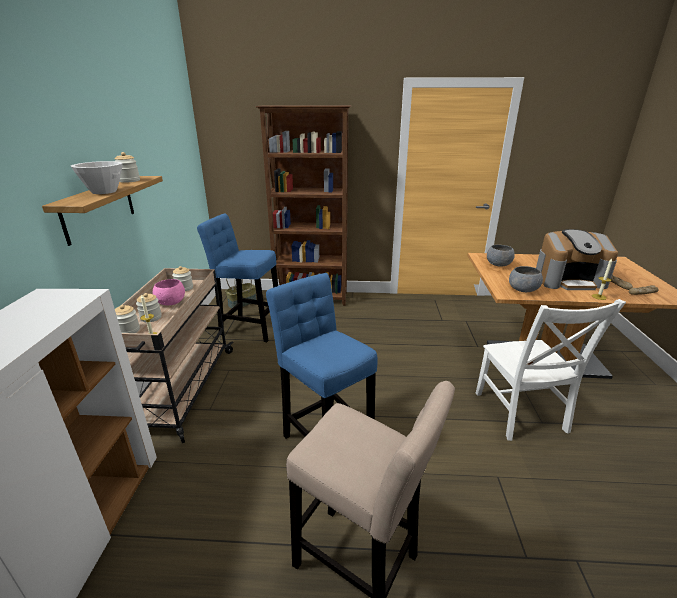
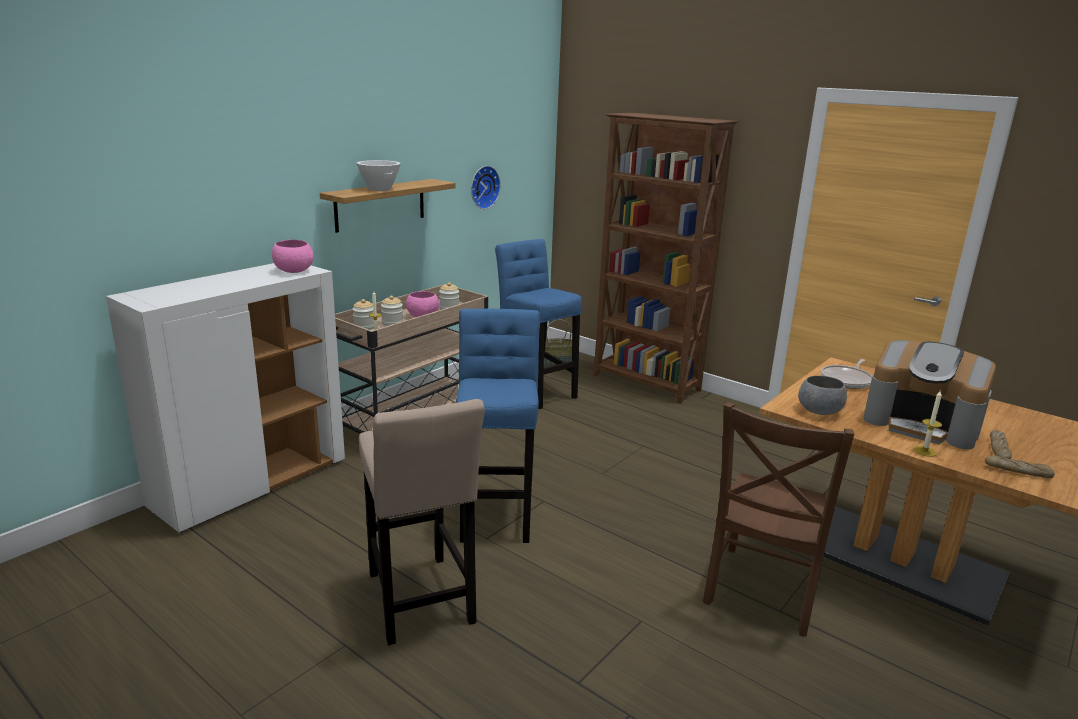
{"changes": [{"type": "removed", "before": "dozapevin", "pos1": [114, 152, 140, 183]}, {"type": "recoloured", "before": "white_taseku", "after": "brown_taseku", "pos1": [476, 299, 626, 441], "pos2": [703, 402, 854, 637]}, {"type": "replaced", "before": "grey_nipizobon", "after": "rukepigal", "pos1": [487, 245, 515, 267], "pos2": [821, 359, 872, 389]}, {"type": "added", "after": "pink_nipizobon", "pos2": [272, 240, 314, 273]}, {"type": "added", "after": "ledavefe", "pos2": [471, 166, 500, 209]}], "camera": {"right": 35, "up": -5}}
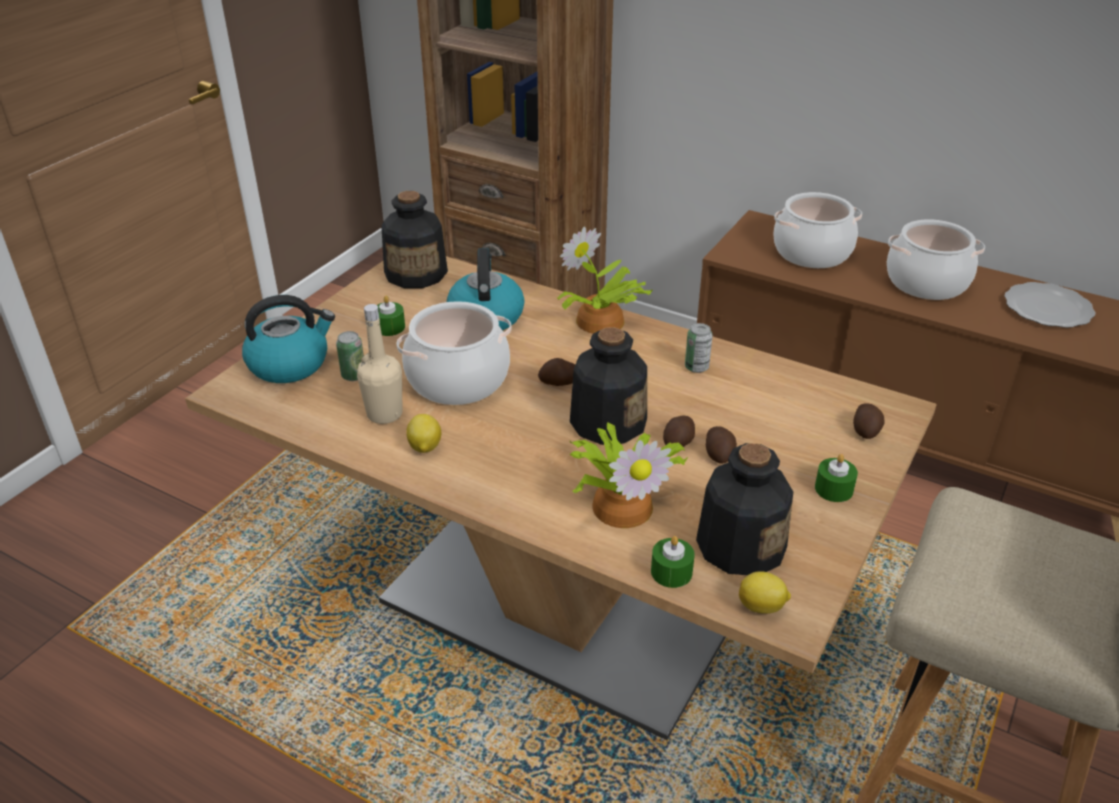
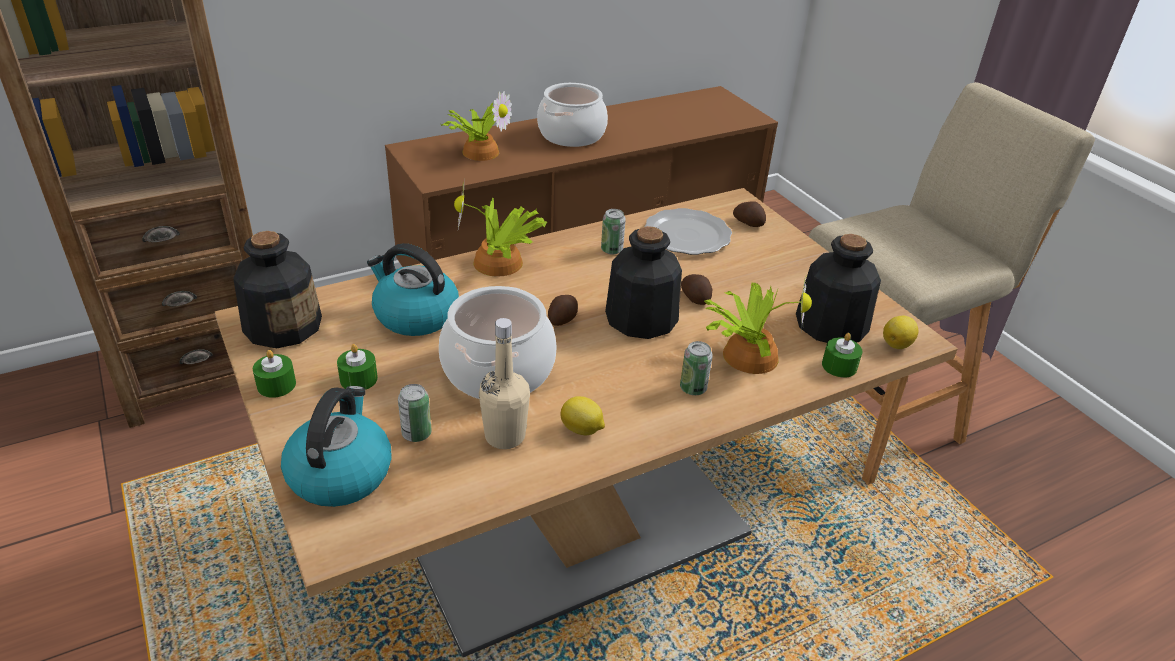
{"changes": [{"type": "removed", "before": "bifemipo", "pos1": [706, 426, 737, 464]}, {"type": "replaced", "before": "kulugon", "after": "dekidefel", "pos1": [773, 192, 862, 268], "pos2": [441, 91, 512, 161]}, {"type": "moved", "before": "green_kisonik", "pos1": [815, 454, 858, 502], "pos2": [253, 350, 296, 398]}, {"type": "moved", "before": "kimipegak", "pos1": [1004, 282, 1095, 328], "pos2": [644, 208, 732, 255]}, {"type": "added", "after": "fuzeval", "pos2": [680, 341, 713, 395]}], "camera": {"right": -60, "up": 0}}
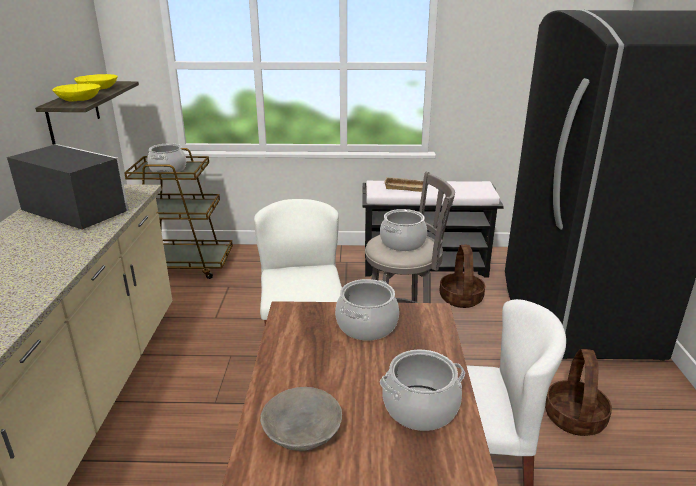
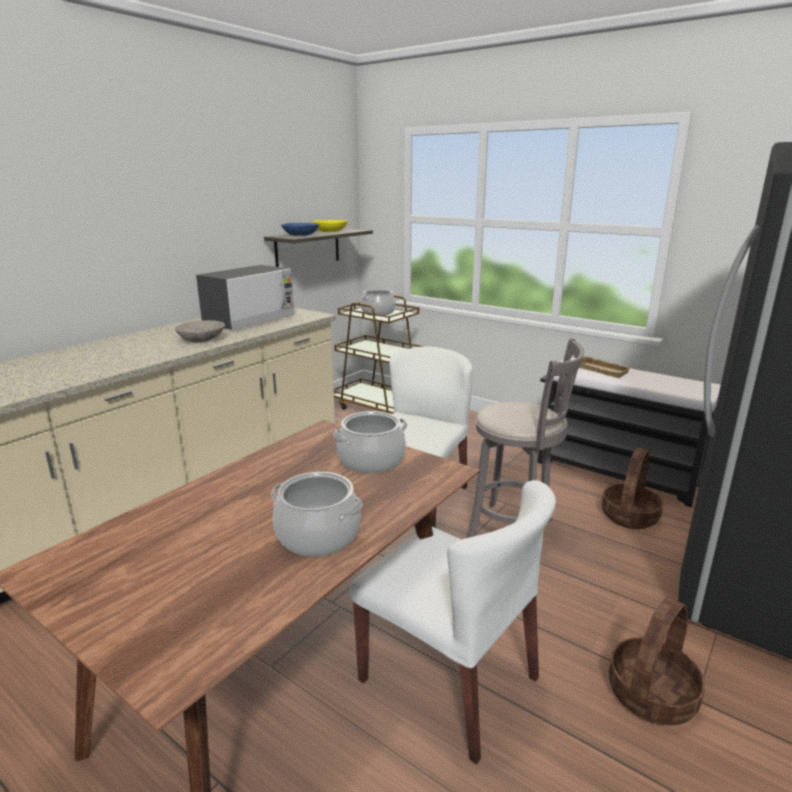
{"changes": [{"type": "turned", "before": "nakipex", "pos1": [7, 144, 129, 230], "pos2": [196, 265, 295, 330], "turn": 60}, {"type": "recoloured", "before": "yellow_nipizobon", "after": "blue_nipizobon", "pos1": [52, 84, 100, 101], "pos2": [281, 223, 319, 236]}, {"type": "moved", "before": "grey_nipizobon", "pos1": [260, 387, 342, 451], "pos2": [175, 320, 225, 343]}, {"type": "removed", "before": "kulugon", "pos1": [380, 209, 427, 251]}], "camera": {"right": 35, "up": -5}}
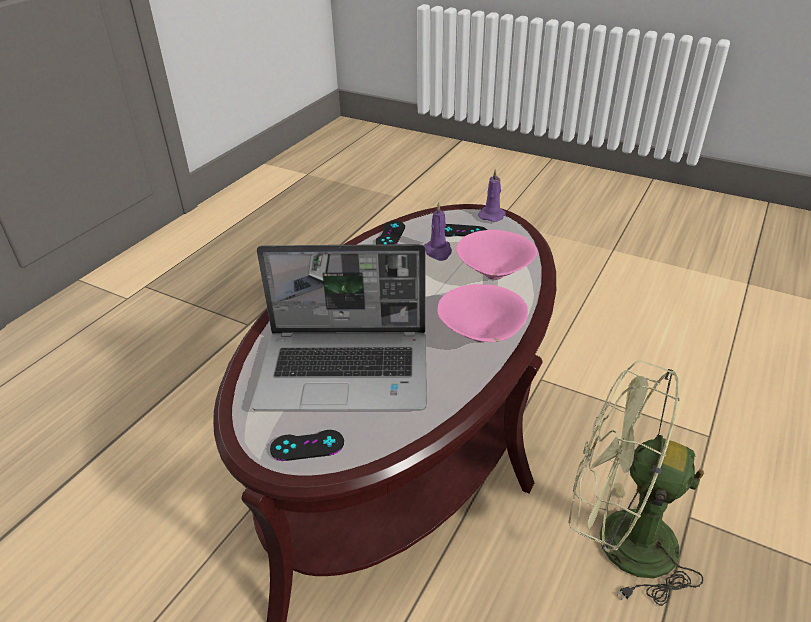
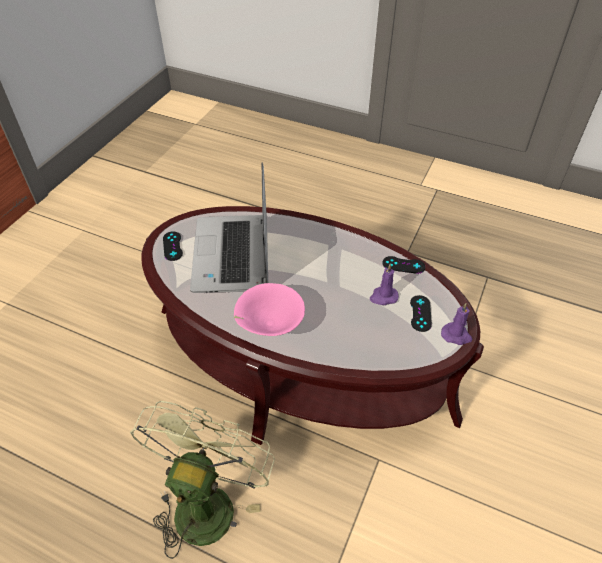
{"changes": [{"type": "removed", "before": "pink_nipizobon", "pos1": [456, 230, 537, 280]}], "camera": {"right": 85, "up": 10}}
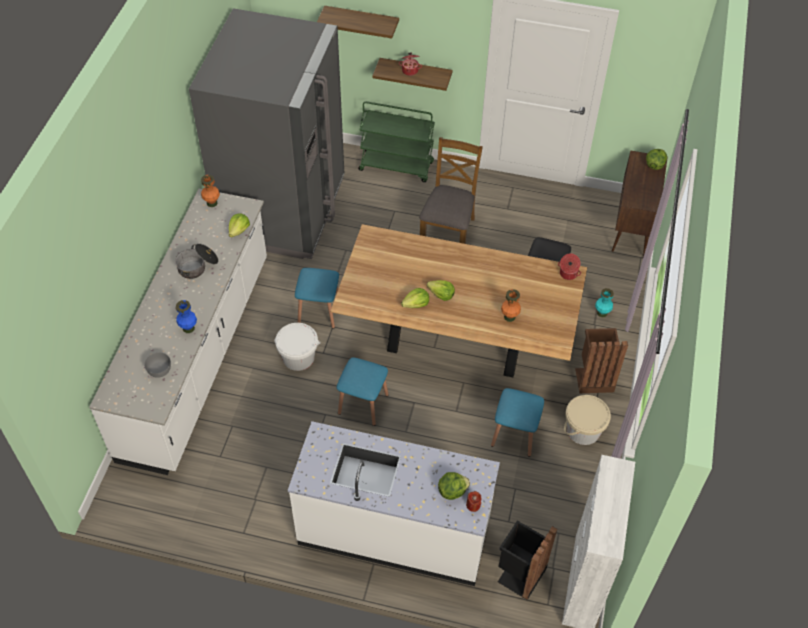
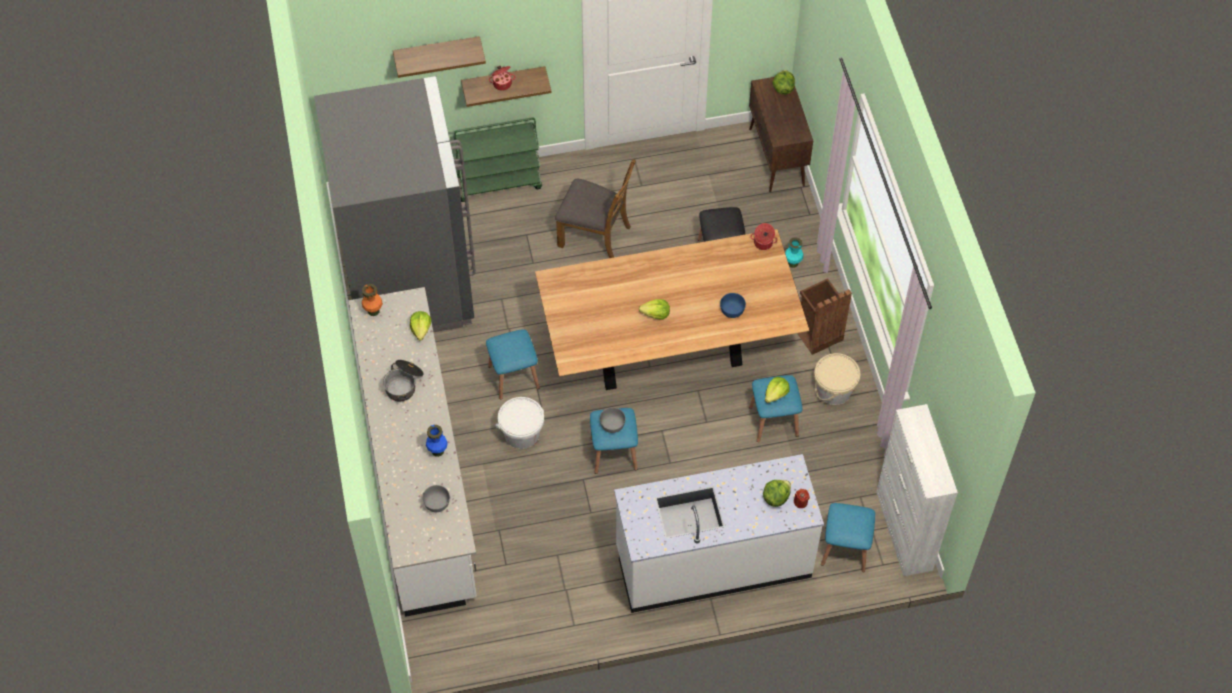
{"changes": [{"type": "moved", "before": "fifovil", "pos1": [401, 288, 429, 308], "pos2": [765, 377, 790, 403]}, {"type": "turned", "before": "brown_taseku", "pos1": [419, 137, 483, 244], "pos2": [555, 159, 636, 258], "turn": 120}, {"type": "replaced", "before": "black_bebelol", "after": "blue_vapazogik", "pos1": [498, 521, 557, 600], "pos2": [821, 503, 875, 572]}, {"type": "replaced", "before": "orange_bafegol", "after": "blue_nipizobon", "pos1": [501, 289, 521, 322], "pos2": [720, 293, 746, 318]}, {"type": "added", "after": "grey_nipizobon", "pos2": [600, 407, 625, 433]}], "camera": {"right": -25, "up": 5}}
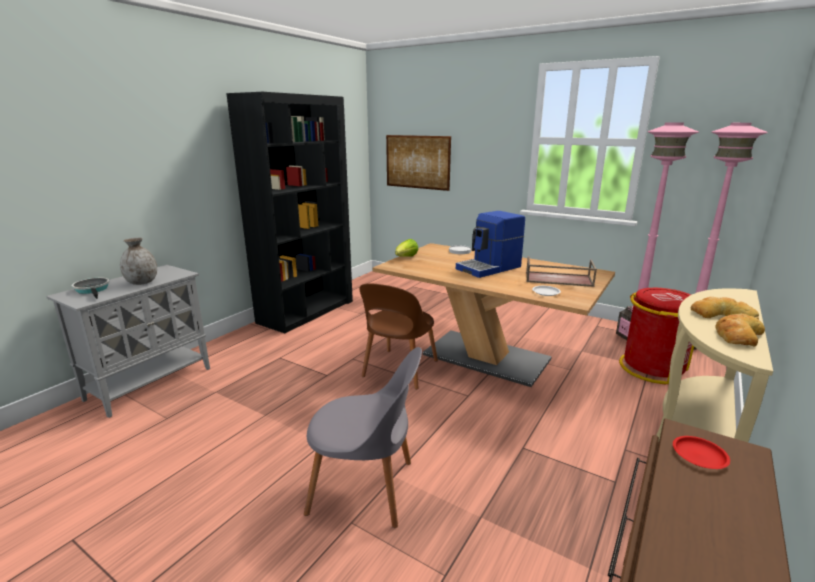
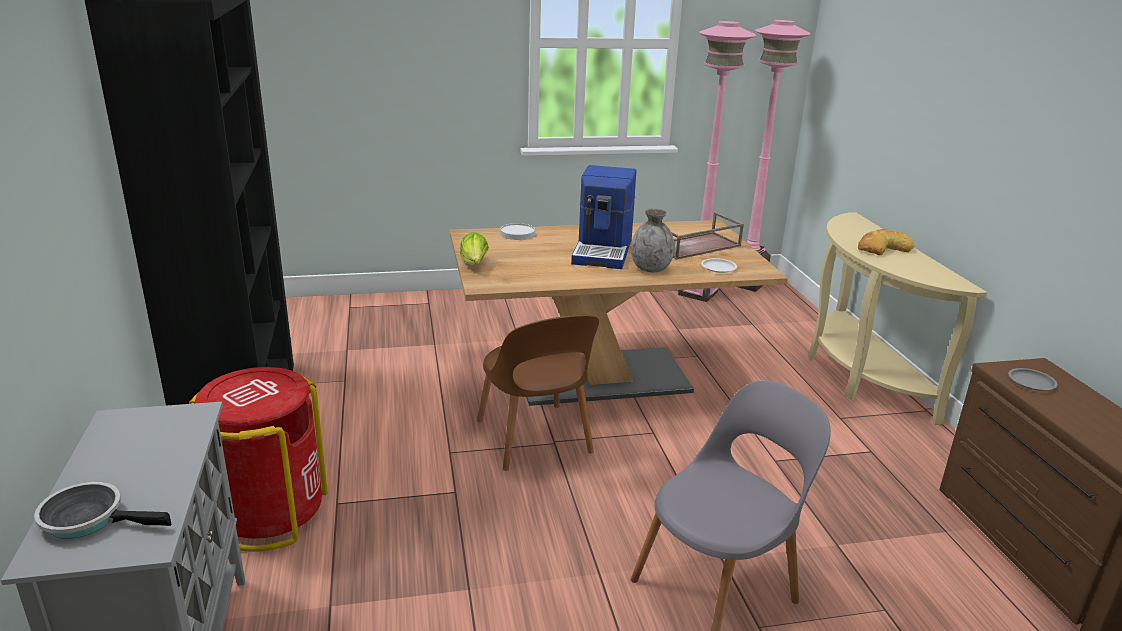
{"changes": [{"type": "moved", "before": "grey_bafegol", "pos1": [120, 238, 157, 285], "pos2": [631, 208, 675, 272]}, {"type": "removed", "before": "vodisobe", "pos1": [386, 135, 451, 191]}, {"type": "moved", "before": "red_bebelol", "pos1": [619, 288, 694, 384], "pos2": [188, 367, 328, 552]}, {"type": "recoloured", "before": "red_kimipegak", "after": "grey_kimipegak", "pos1": [673, 436, 730, 469], "pos2": [1008, 368, 1058, 391]}, {"type": "removed", "before": "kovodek", "pos1": [715, 314, 765, 347]}], "camera": {"right": -45, "up": 5}}
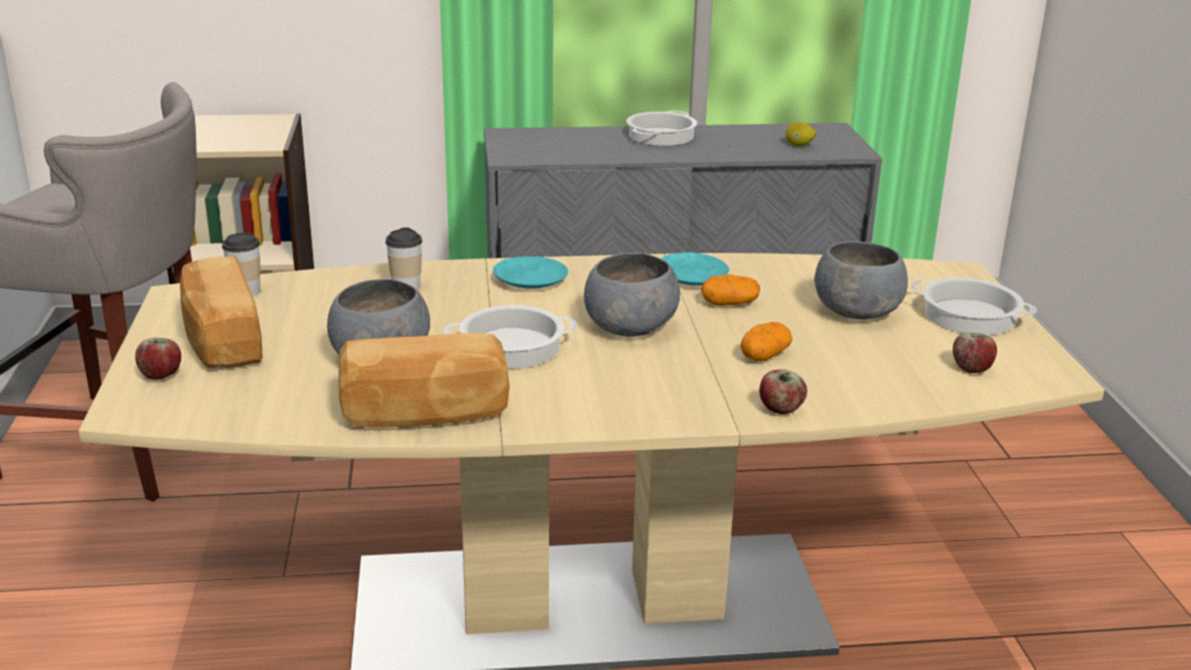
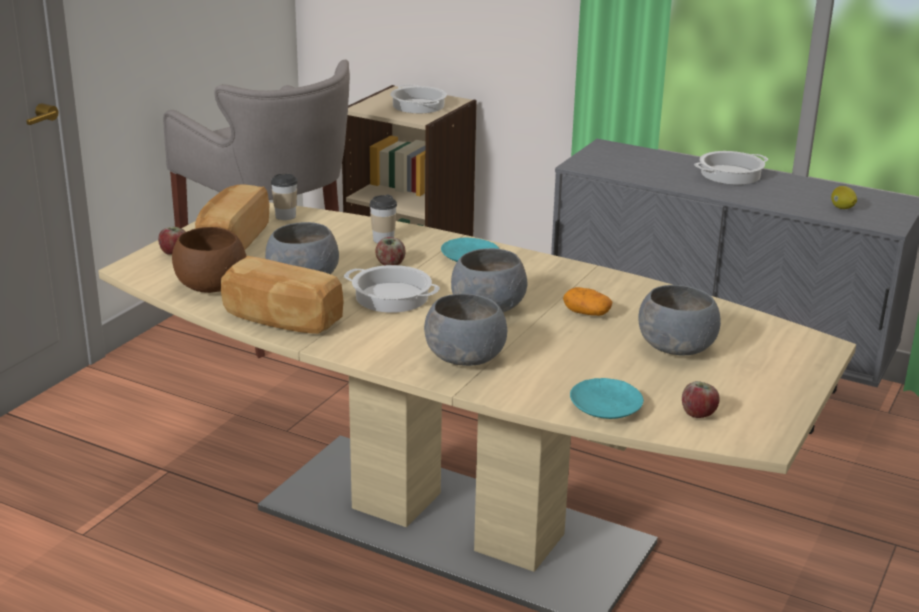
{"changes": [{"type": "moved", "before": "turquoise_kimipegak", "pos1": [661, 252, 729, 285], "pos2": [570, 378, 644, 419]}, {"type": "removed", "before": "bifemipo", "pos1": [741, 322, 792, 362]}, {"type": "moved", "before": "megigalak", "pos1": [759, 369, 807, 414], "pos2": [375, 237, 406, 266]}, {"type": "moved", "before": "kulugon", "pos1": [910, 278, 1037, 335], "pos2": [390, 84, 447, 113]}, {"type": "added", "after": "brown_nipizobon", "pos2": [172, 227, 246, 293]}, {"type": "added", "after": "grey_nipizobon", "pos2": [424, 293, 507, 366]}], "camera": {"right": 35, "up": 0}}
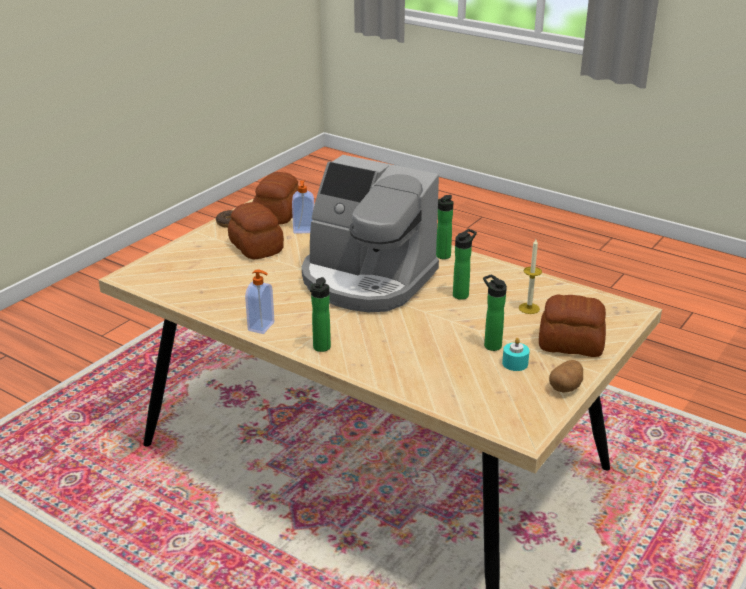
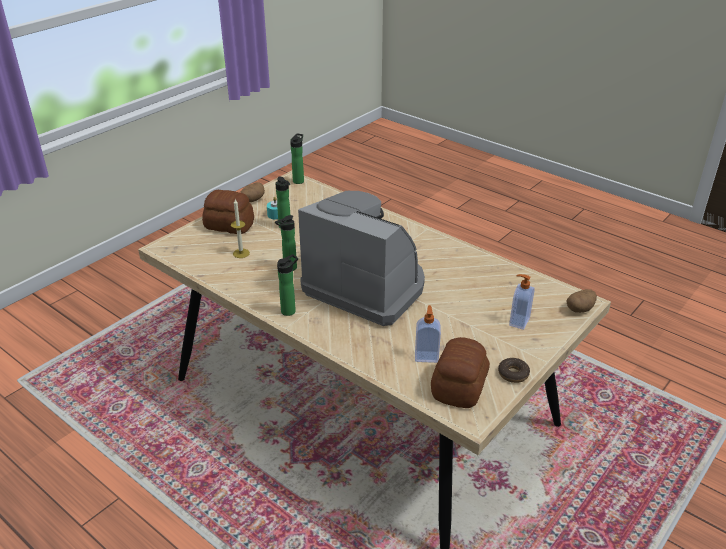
{"changes": [{"type": "removed", "before": "kovodek", "pos1": [228, 202, 284, 260]}, {"type": "moved", "before": "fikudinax", "pos1": [245, 269, 274, 334], "pos2": [509, 274, 535, 330]}, {"type": "moved", "before": "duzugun", "pos1": [310, 277, 331, 352], "pos2": [290, 134, 304, 184]}, {"type": "added", "after": "bifemipo", "pos2": [567, 289, 597, 313]}], "camera": {"right": -175, "up": 5}}
